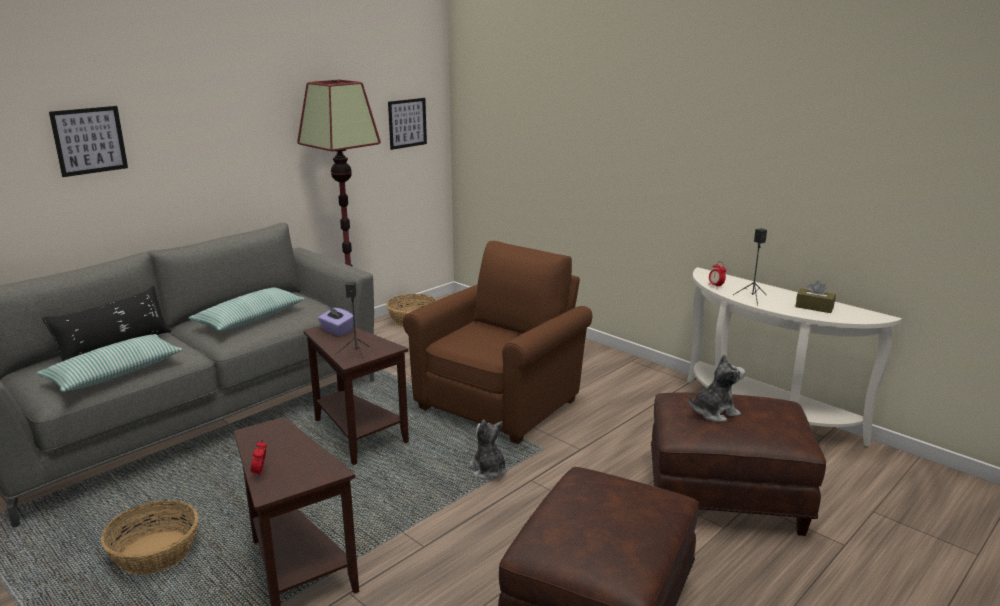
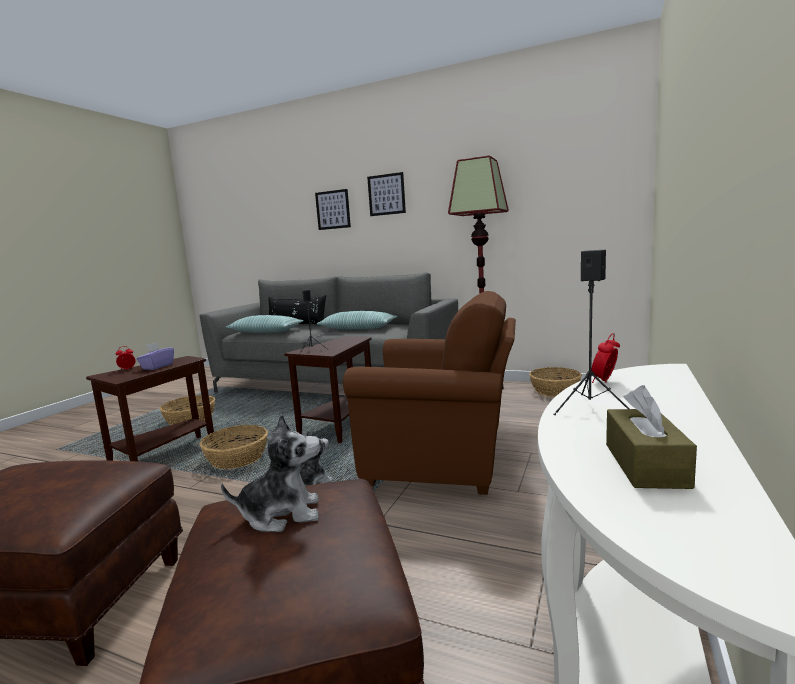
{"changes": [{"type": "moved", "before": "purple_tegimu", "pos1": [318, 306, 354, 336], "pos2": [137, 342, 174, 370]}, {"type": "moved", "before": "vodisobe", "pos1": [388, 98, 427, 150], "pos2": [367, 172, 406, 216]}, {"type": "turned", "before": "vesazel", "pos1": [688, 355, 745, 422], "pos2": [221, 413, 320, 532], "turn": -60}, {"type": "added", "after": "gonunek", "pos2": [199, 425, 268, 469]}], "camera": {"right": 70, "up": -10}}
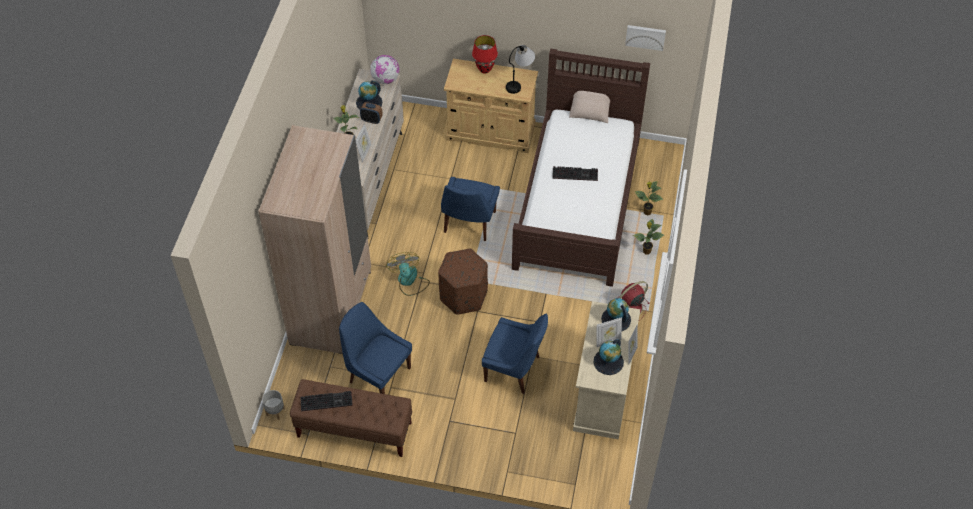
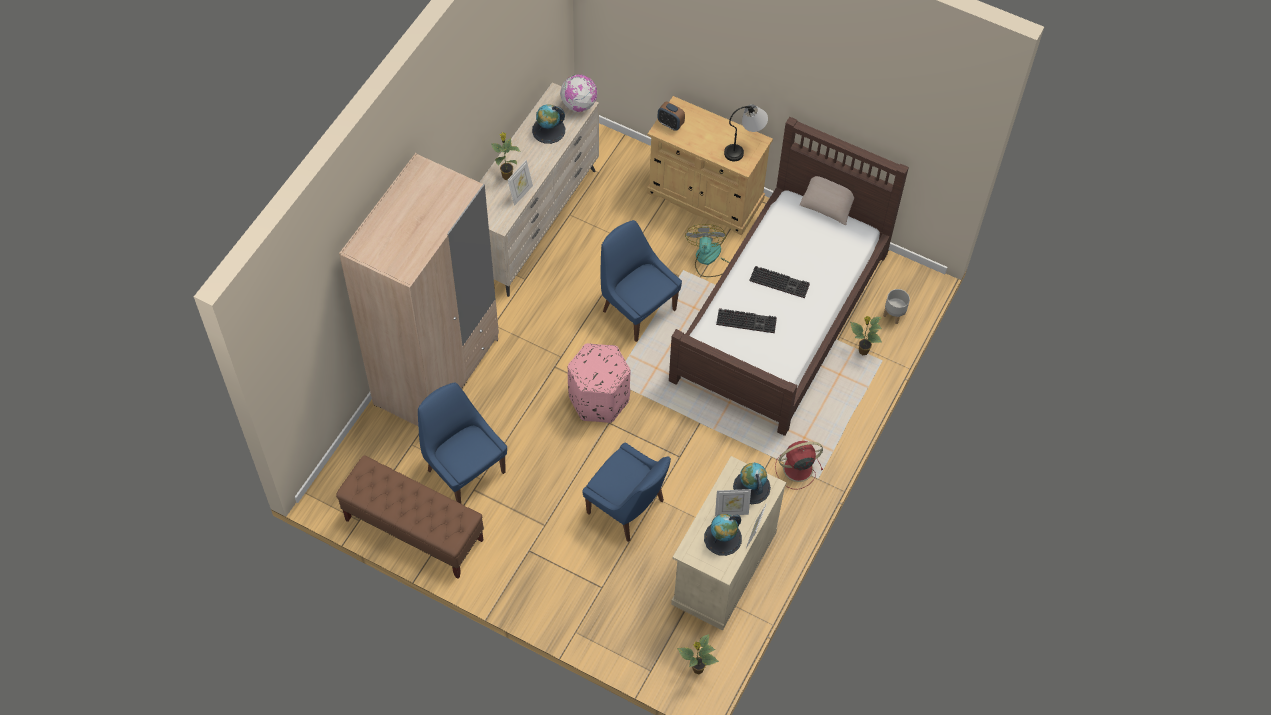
{"changes": [{"type": "moved", "before": "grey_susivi", "pos1": [262, 390, 285, 420], "pos2": [883, 289, 910, 324]}, {"type": "moved", "before": "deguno", "pos1": [300, 391, 353, 411], "pos2": [716, 308, 777, 333]}, {"type": "moved", "before": "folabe", "pos1": [360, 102, 383, 124], "pos2": [658, 102, 685, 131]}, {"type": "moved", "before": "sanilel", "pos1": [386, 252, 430, 296], "pos2": [685, 224, 730, 277]}, {"type": "recoloured", "before": "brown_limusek", "after": "pink_limusek", "pos1": [438, 249, 488, 315], "pos2": [568, 343, 631, 423]}, {"type": "turned", "before": "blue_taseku", "pos1": [441, 177, 500, 241], "pos2": [601, 220, 682, 342], "turn": 105}, {"type": "removed", "before": "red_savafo", "pos1": [472, 35, 498, 73]}, {"type": "removed", "before": "vodisobe", "pos1": [625, 25, 666, 51]}, {"type": "moved", "before": "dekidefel", "pos1": [633, 219, 664, 255], "pos2": [677, 634, 719, 674]}], "camera": {"right": 15, "up": 5}}
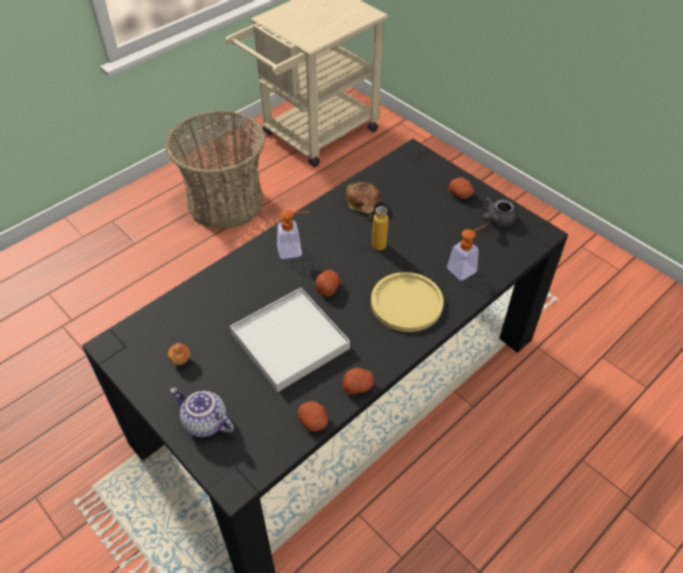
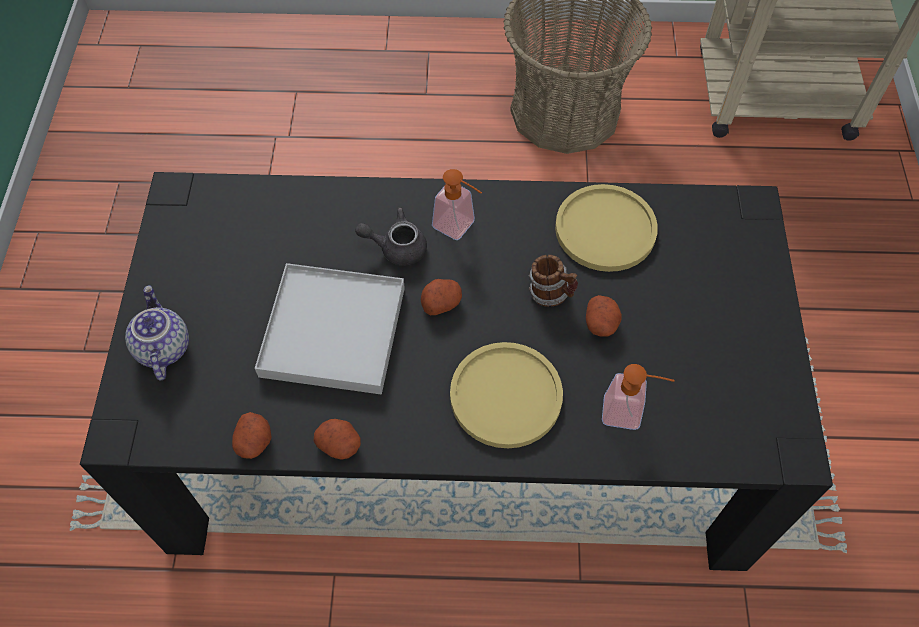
{"changes": [{"type": "removed", "before": "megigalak", "pos1": [168, 343, 190, 365]}, {"type": "replaced", "before": "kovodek", "after": "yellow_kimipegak", "pos1": [346, 182, 381, 212], "pos2": [555, 184, 658, 272]}, {"type": "replaced", "before": "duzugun", "after": "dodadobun", "pos1": [361, 203, 389, 250], "pos2": [528, 255, 578, 307]}, {"type": "moved", "before": "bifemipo", "pos1": [448, 177, 474, 199], "pos2": [586, 295, 622, 336]}, {"type": "moved", "before": "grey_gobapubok", "pos1": [483, 197, 517, 227], "pos2": [355, 207, 427, 266]}], "camera": {"right": 45, "up": 10}}
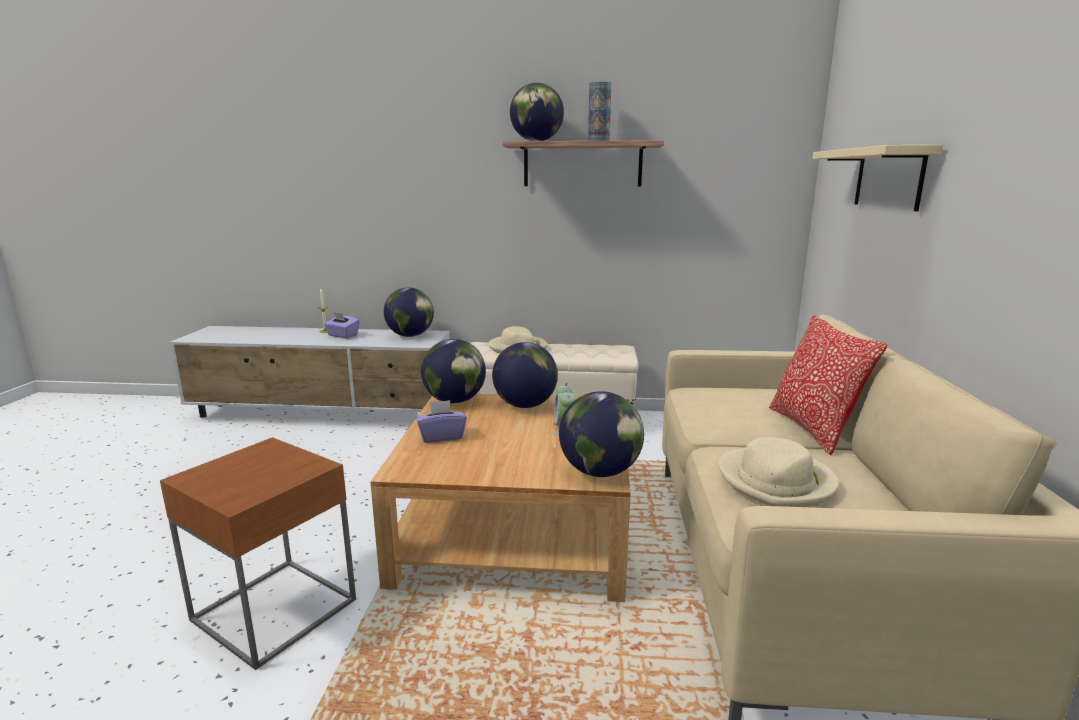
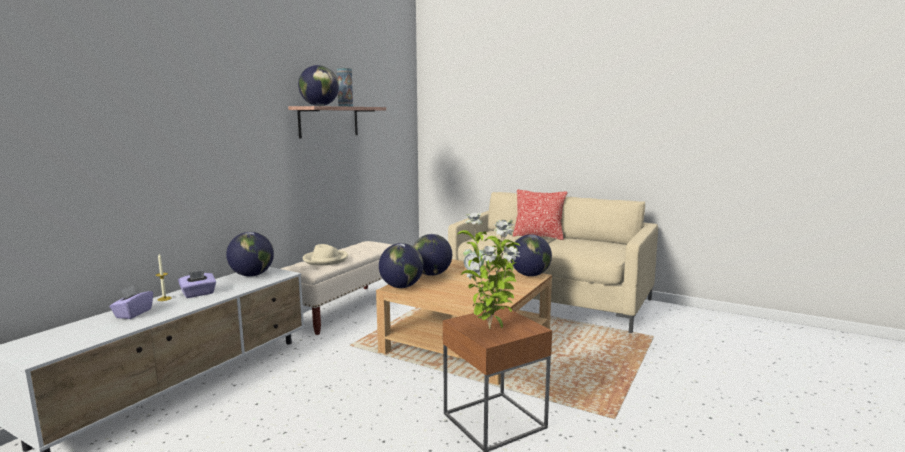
{"changes": [{"type": "moved", "before": "purple_tegimu", "pos1": [416, 400, 467, 443], "pos2": [109, 285, 153, 319]}, {"type": "removed", "before": "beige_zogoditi", "pos1": [719, 437, 839, 507]}, {"type": "removed", "before": "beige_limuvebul", "pos1": [812, 145, 943, 211]}, {"type": "added", "after": "dekidefel", "pos2": [458, 212, 520, 329]}], "camera": {"right": -65, "up": -5}}
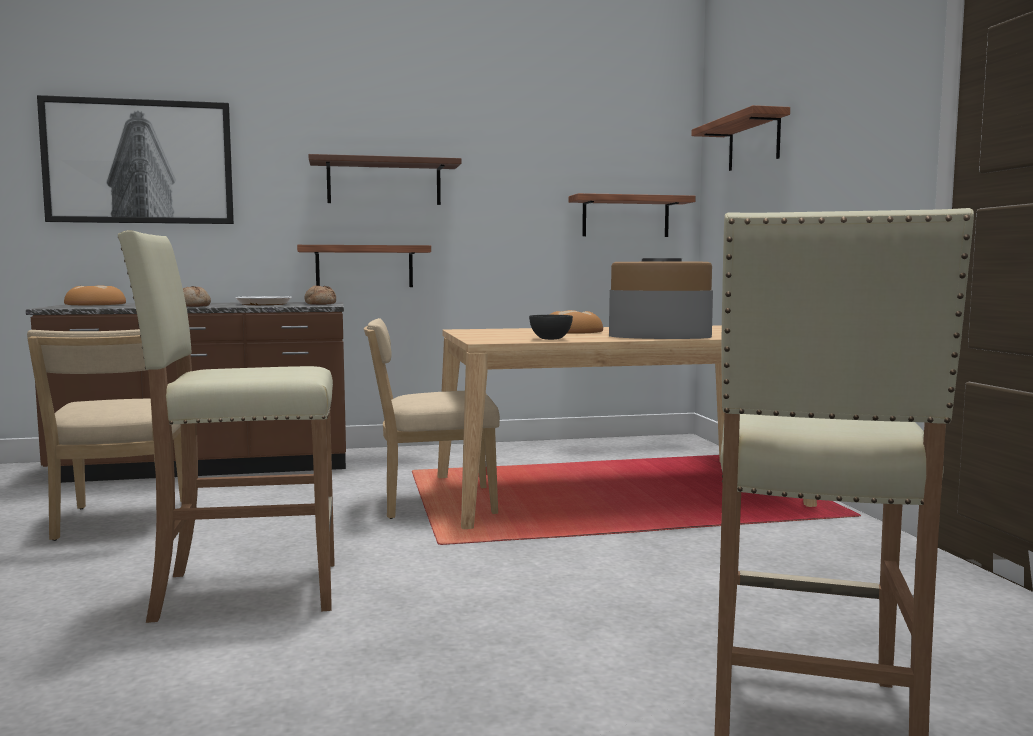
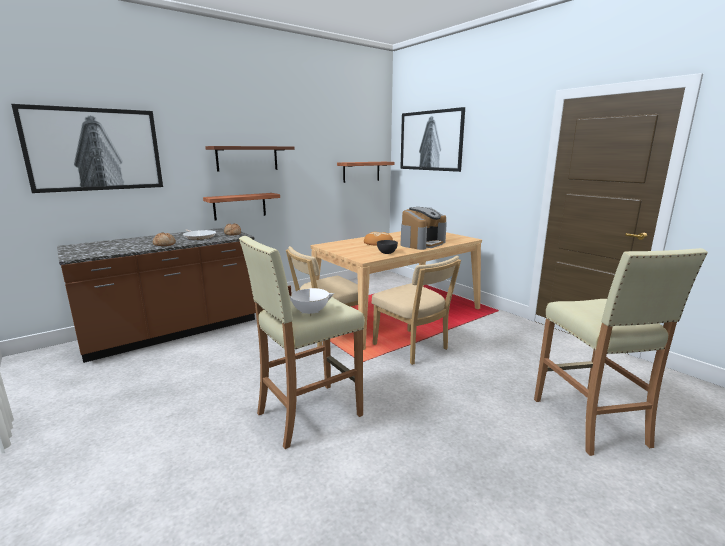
{"changes": [{"type": "moved", "before": "beige_taseku", "pos1": [27, 329, 182, 541], "pos2": [372, 256, 461, 365]}, {"type": "removed", "before": "kovodek", "pos1": [64, 285, 126, 305]}, {"type": "turned", "before": "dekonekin", "pos1": [609, 258, 713, 339], "pos2": [400, 207, 447, 250], "turn": 150}, {"type": "replaced", "before": "limuvebul", "after": "vodisobe", "pos1": [691, 105, 790, 171], "pos2": [400, 107, 465, 172]}, {"type": "added", "after": "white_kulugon", "pos2": [288, 286, 335, 316]}], "camera": {"right": -25, "up": 10}}
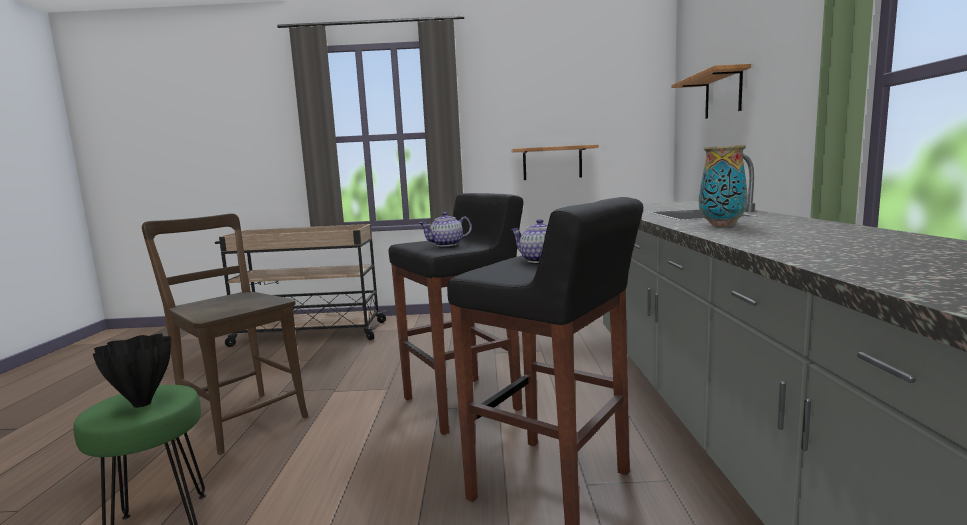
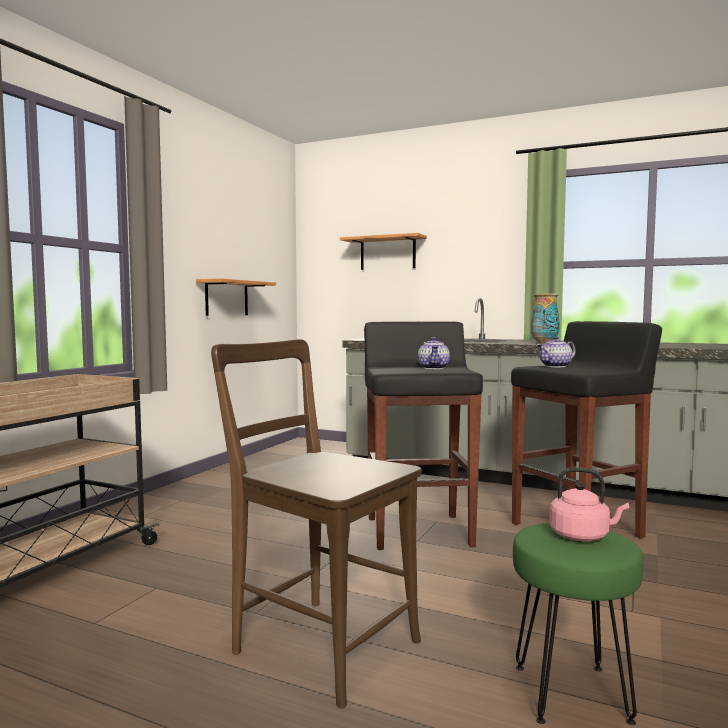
{"changes": [{"type": "replaced", "before": "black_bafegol", "after": "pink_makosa", "pos1": [93, 333, 171, 408], "pos2": [549, 467, 629, 541]}, {"type": "turned", "before": "brown_taseku", "pos1": [142, 213, 309, 455], "pos2": [211, 339, 422, 709], "turn": 60}], "camera": {"right": -65, "up": -5}}
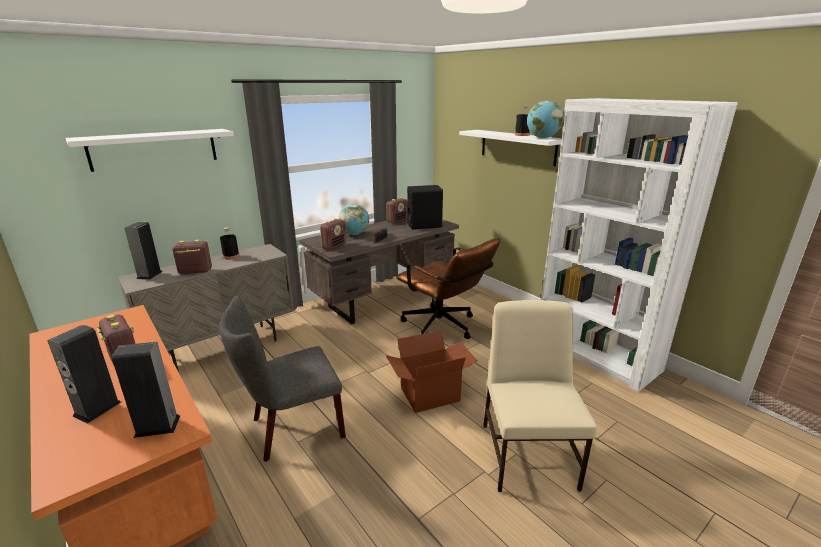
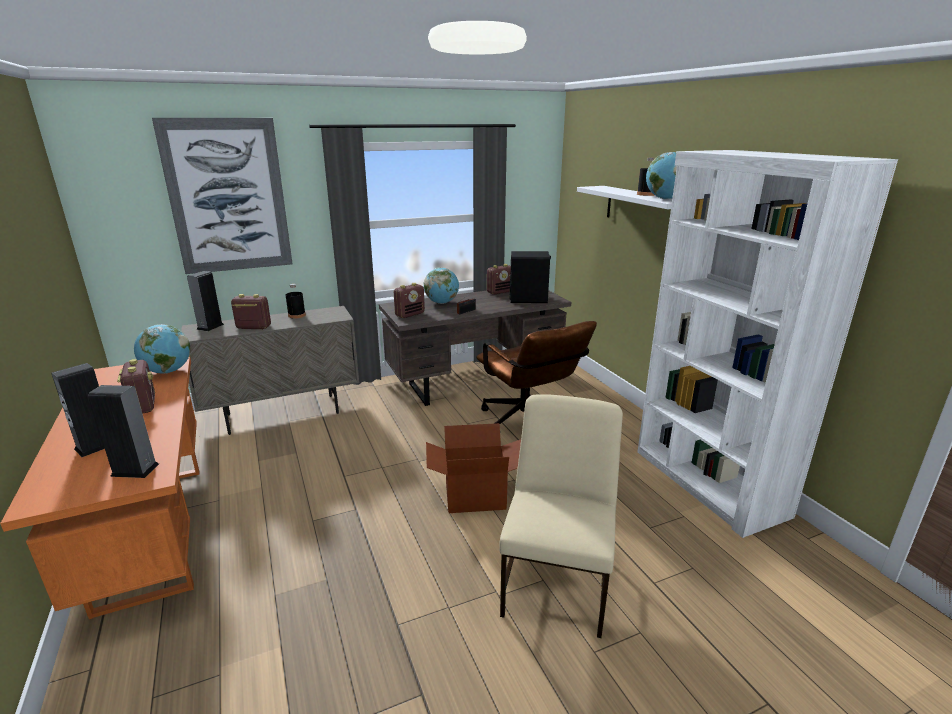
{"changes": [{"type": "replaced", "before": "white_limuvebul", "after": "vodisobe", "pos1": [65, 129, 234, 172], "pos2": [152, 118, 293, 274]}, {"type": "removed", "before": "grey_taseku", "pos1": [219, 296, 346, 462]}, {"type": "added", "after": "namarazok", "pos2": [134, 324, 190, 373]}], "camera": {"right": 15, "up": 0}}
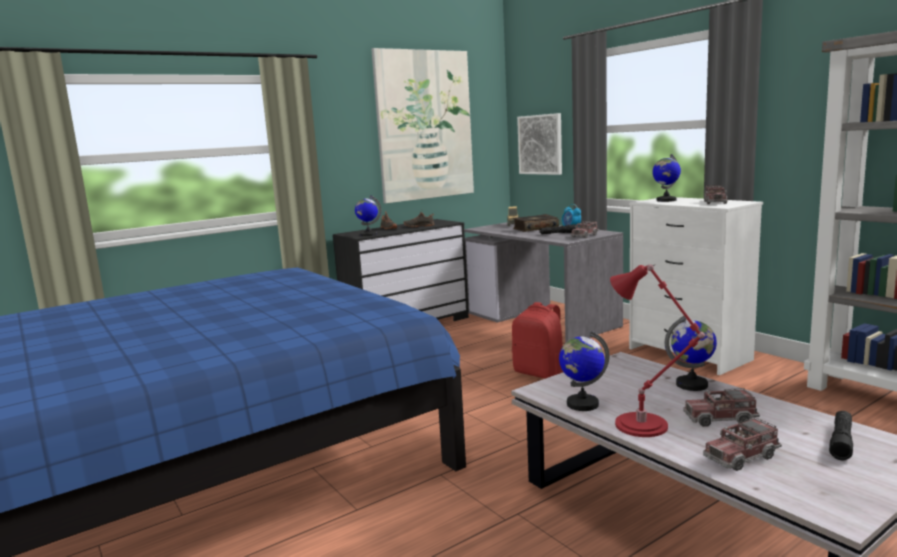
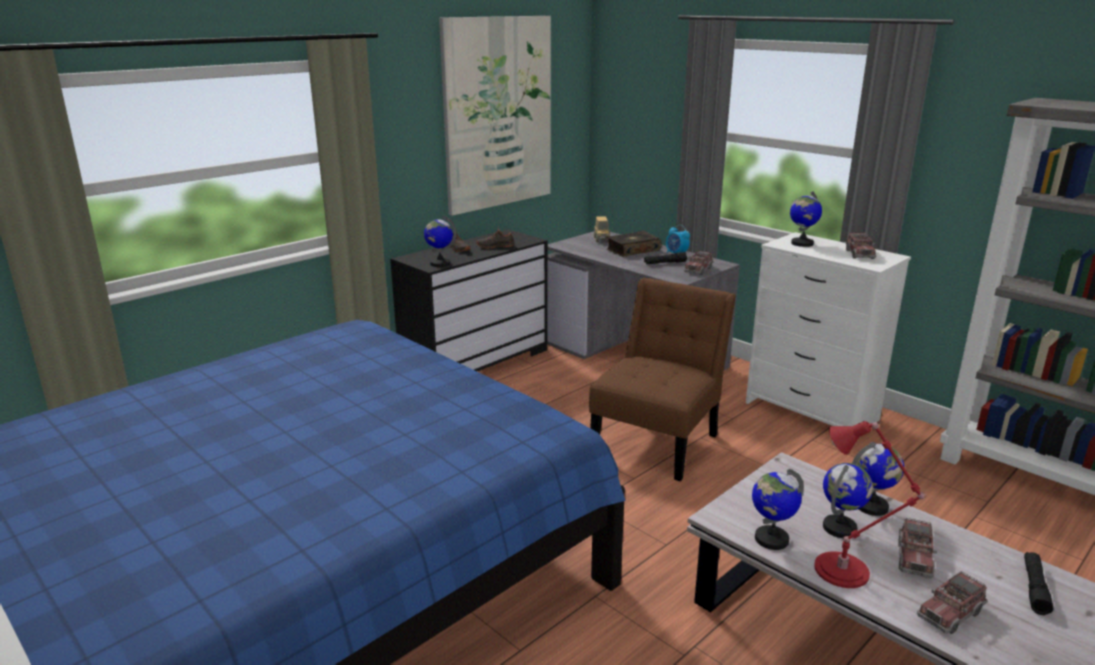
{"changes": [{"type": "replaced", "before": "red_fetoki", "after": "brown_taseku", "pos1": [512, 302, 563, 379], "pos2": [589, 278, 736, 481]}, {"type": "removed", "before": "vodisobe", "pos1": [517, 113, 562, 175]}, {"type": "turned", "before": "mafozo", "pos1": [683, 388, 760, 427], "pos2": [898, 518, 937, 578], "turn": -60}, {"type": "added", "after": "namarazok", "pos2": [823, 463, 873, 538]}], "camera": {"right": -10, "up": 10}}
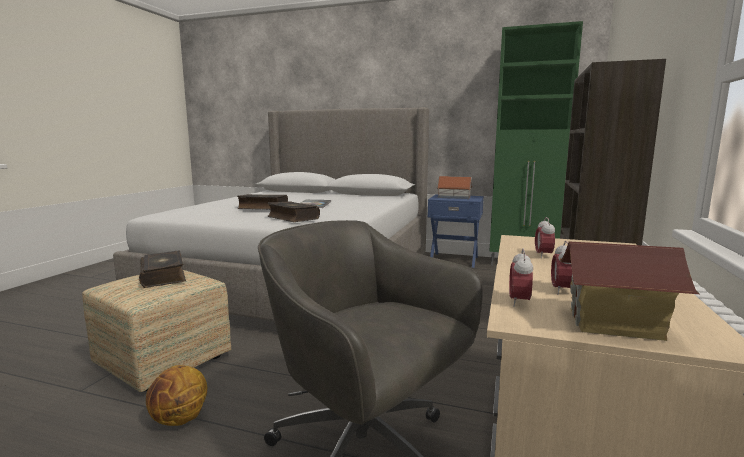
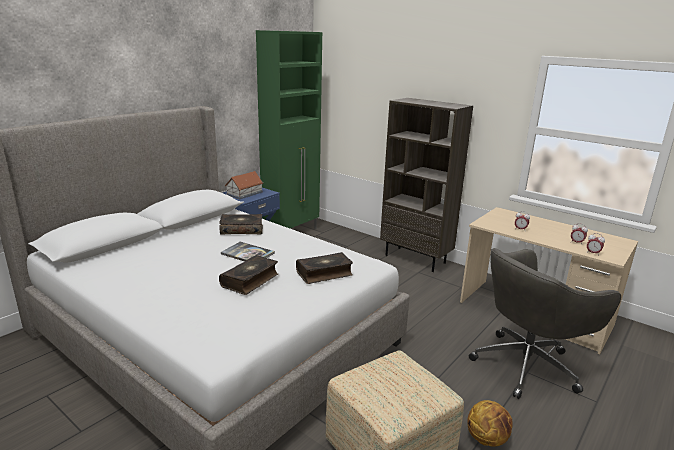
{"changes": [{"type": "moved", "before": "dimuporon", "pos1": [139, 250, 186, 288], "pos2": [219, 214, 263, 234]}, {"type": "removed", "before": "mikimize", "pos1": [560, 242, 699, 341]}], "camera": {"right": -70, "up": 10}}
